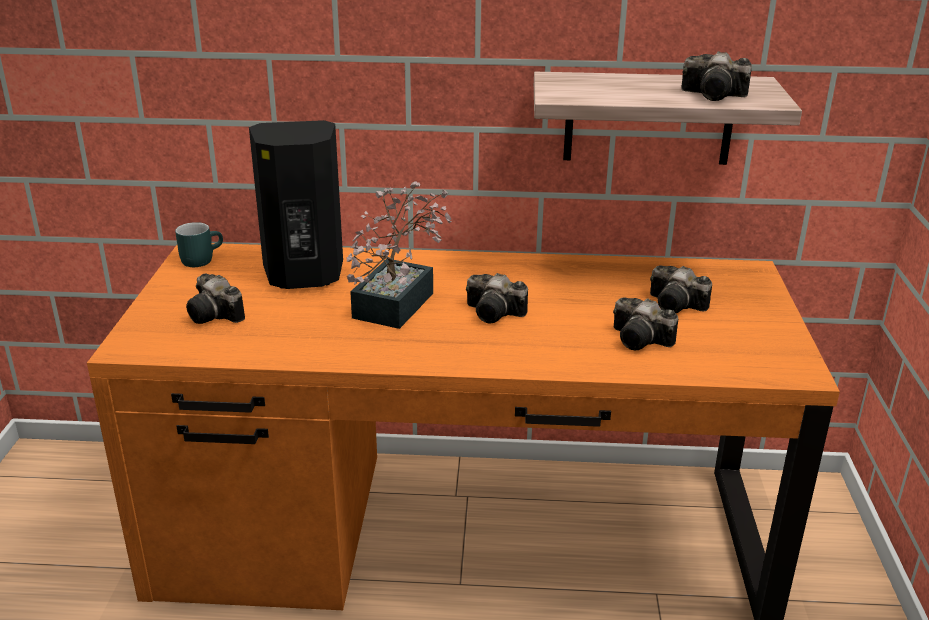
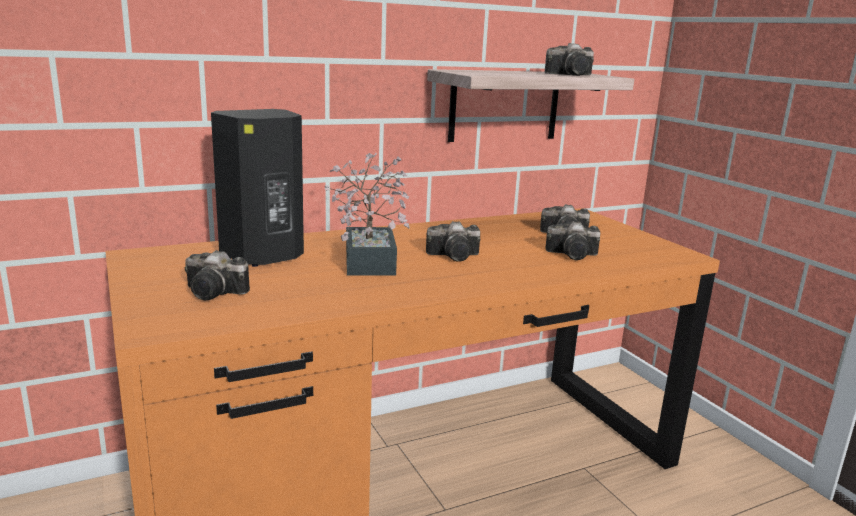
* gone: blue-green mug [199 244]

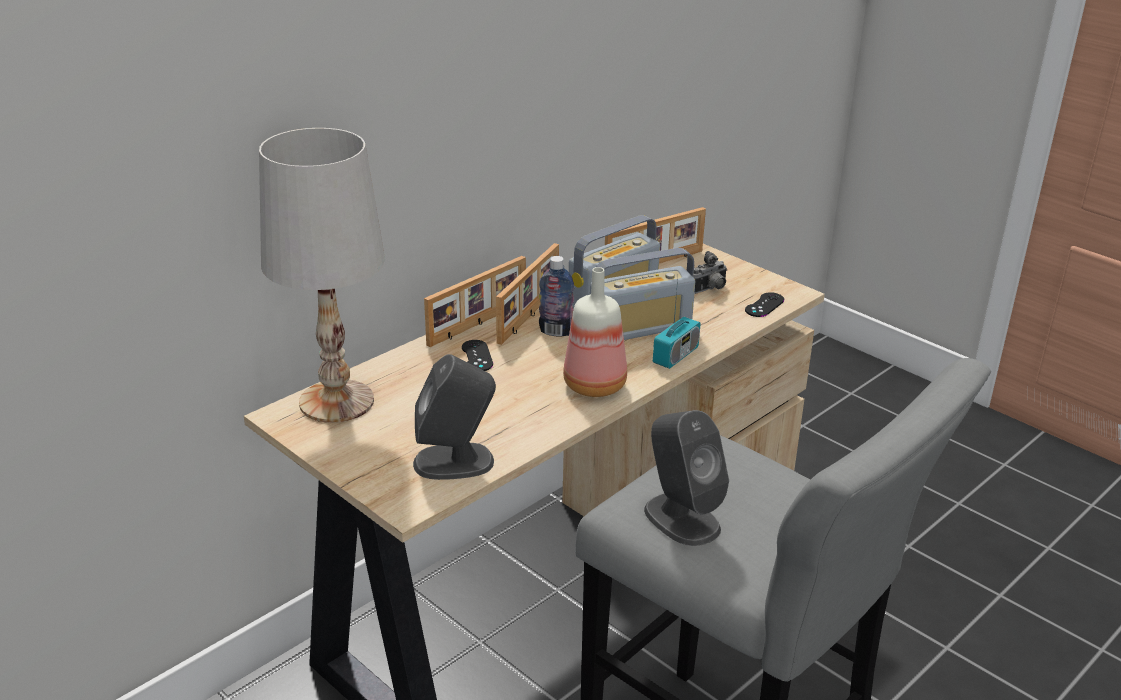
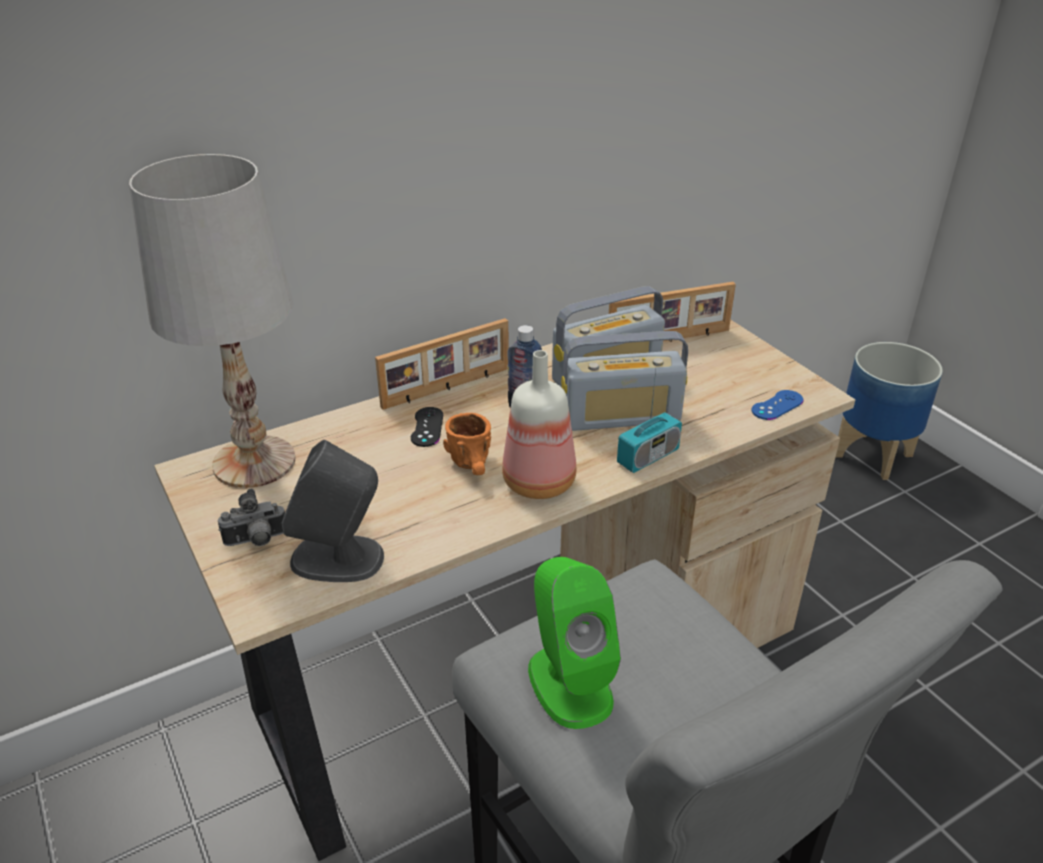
* shifted: still camera [710 272] to [251 517]
* new: orangey mug [467 444]
* repainted: greyish audio speaker [686 478] to greenish audio speaker [574 643]
* repainted: blackish joypad [764 304] to bluish joypad [778 405]
* new: plant pot [889 411]
* gone: picture frame [527 294]

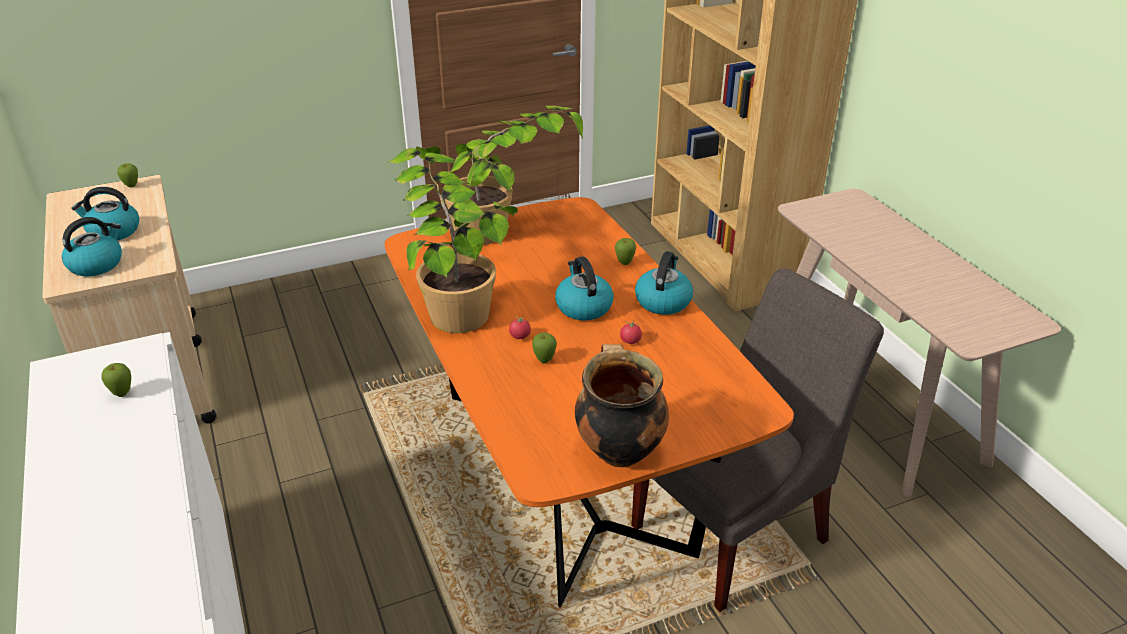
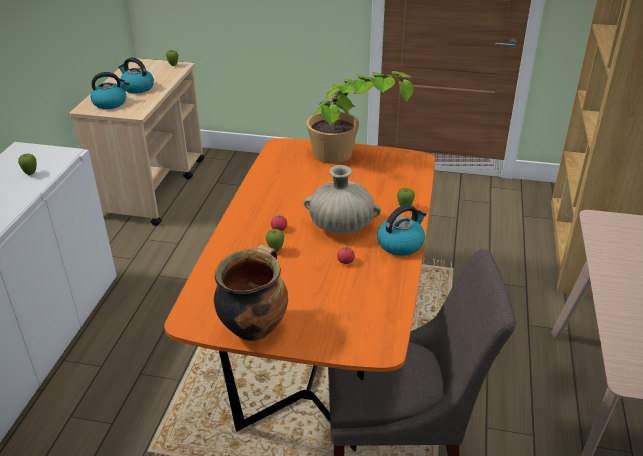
* swapped: kettle [584 289] to beige flower vase [342 199]
* gone: houseplant [452 239]

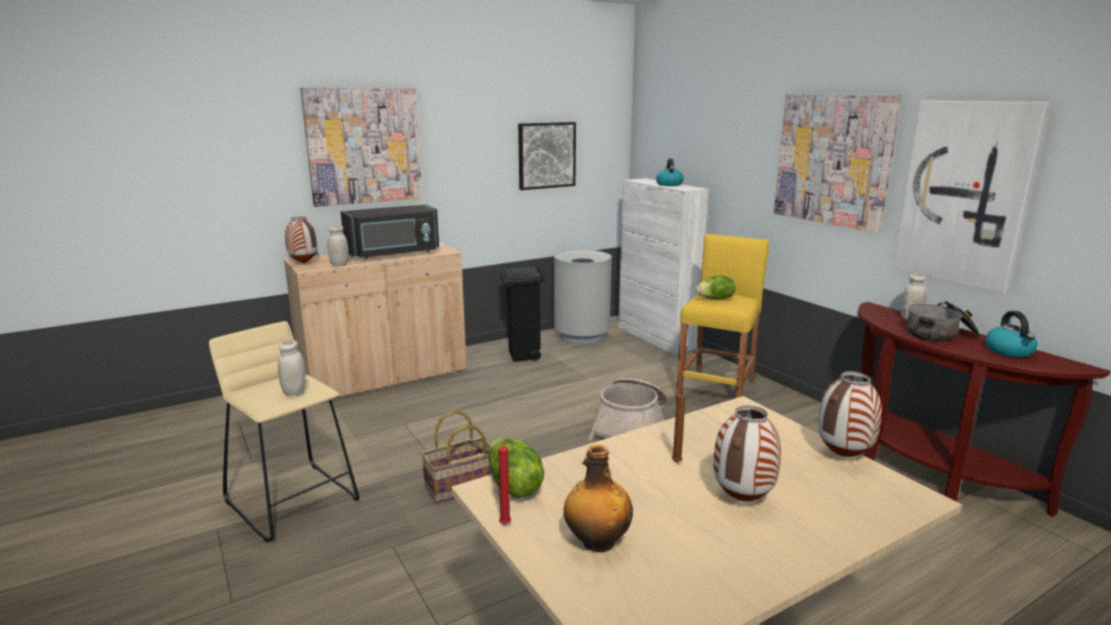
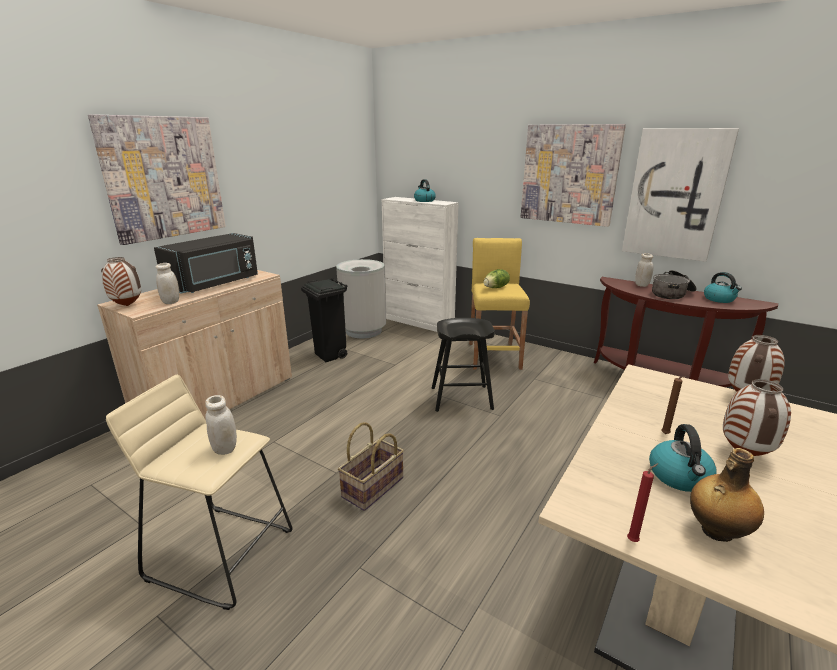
* swapped: basket [627 409] to blackish stool [463 365]
* new: kettle [683 458]
* gone: head of lettuce [516 468]
* gone: picture [547 156]

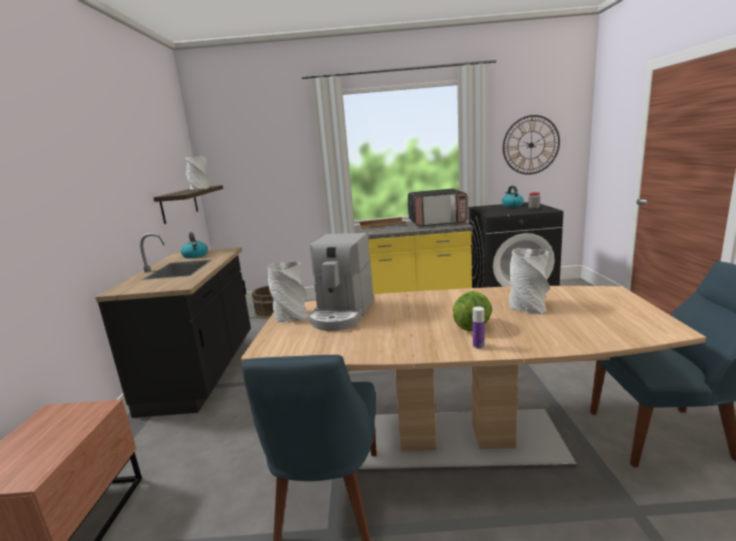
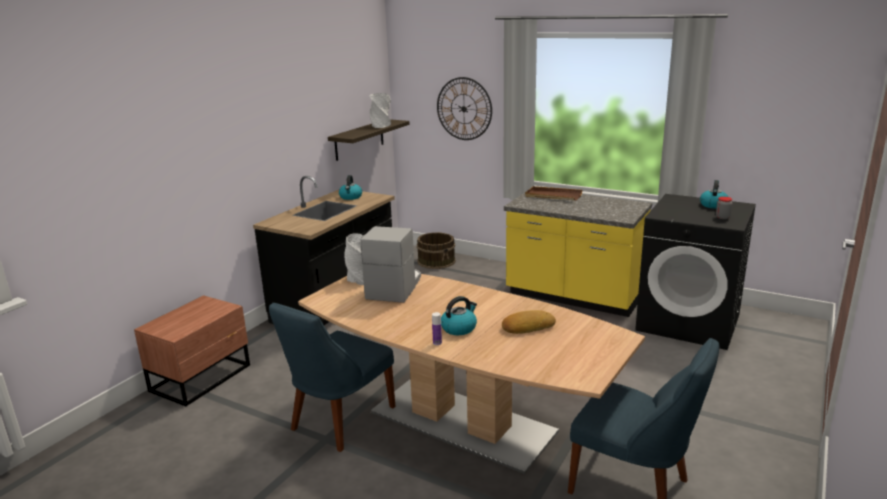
* rotated: coffee brewer [341 282] = [390 264] 150 degrees clockwise
* shifted: hanging clock [531 145] to [464 108]
* swapped: head of lettuce [472 311] to kettle [459 315]
* swapped: greyish flower vase [529 281] to bread [529 322]
* gone: microwave [438 207]

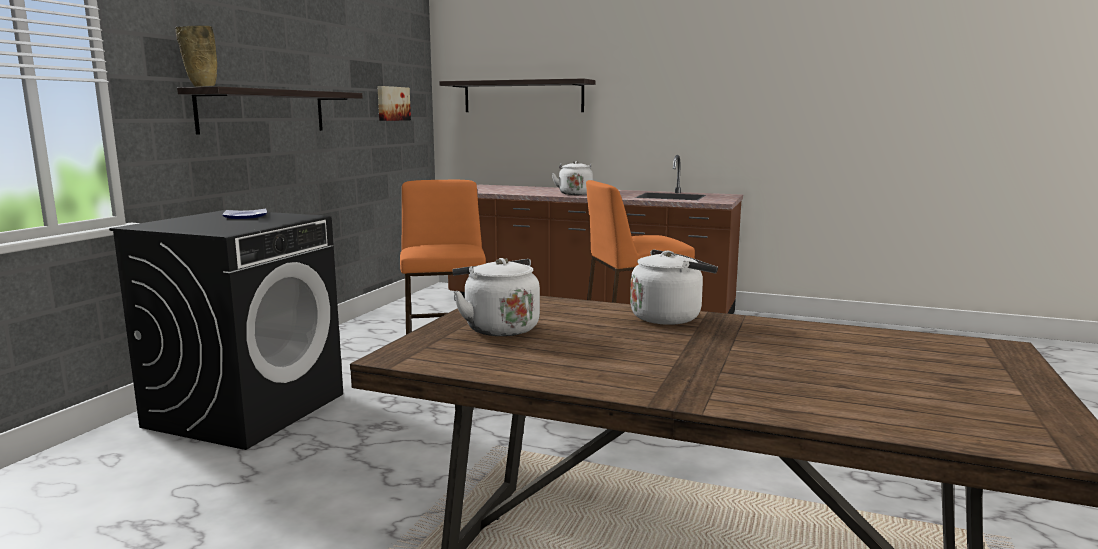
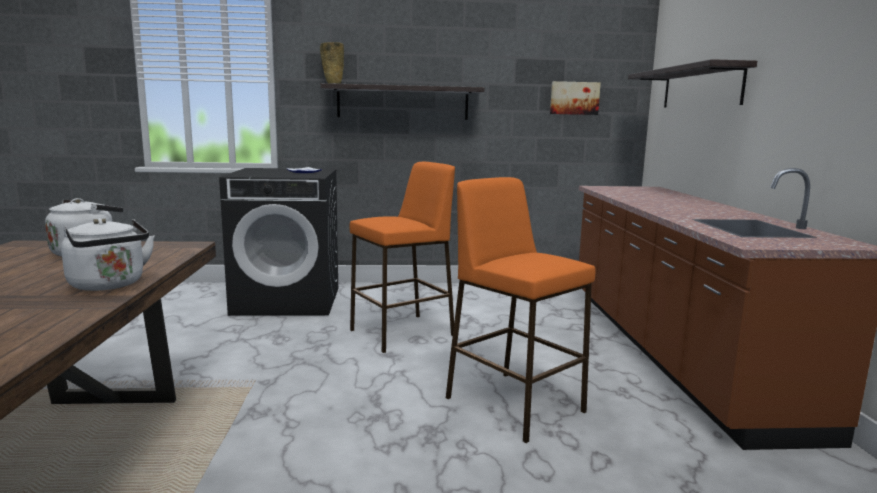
* gone: white-coloured kettle [572 178]

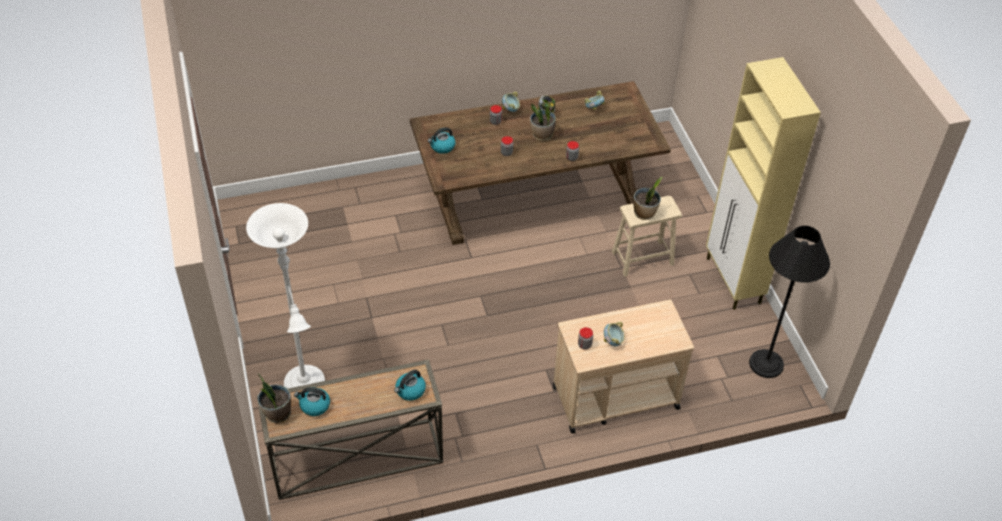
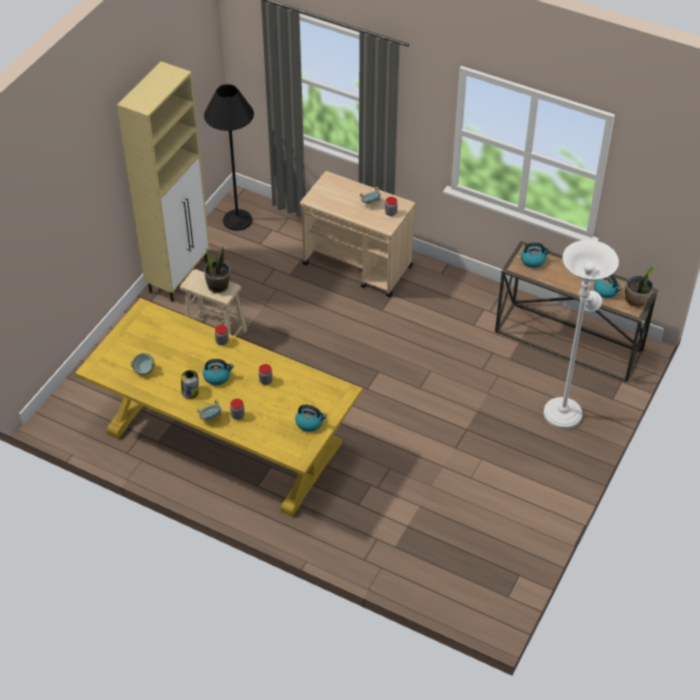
* repainted: brownish dinner table [540 163] to yellow dinner table [219 407]
* swapped: houseplant [543 122] to kettle [218 372]

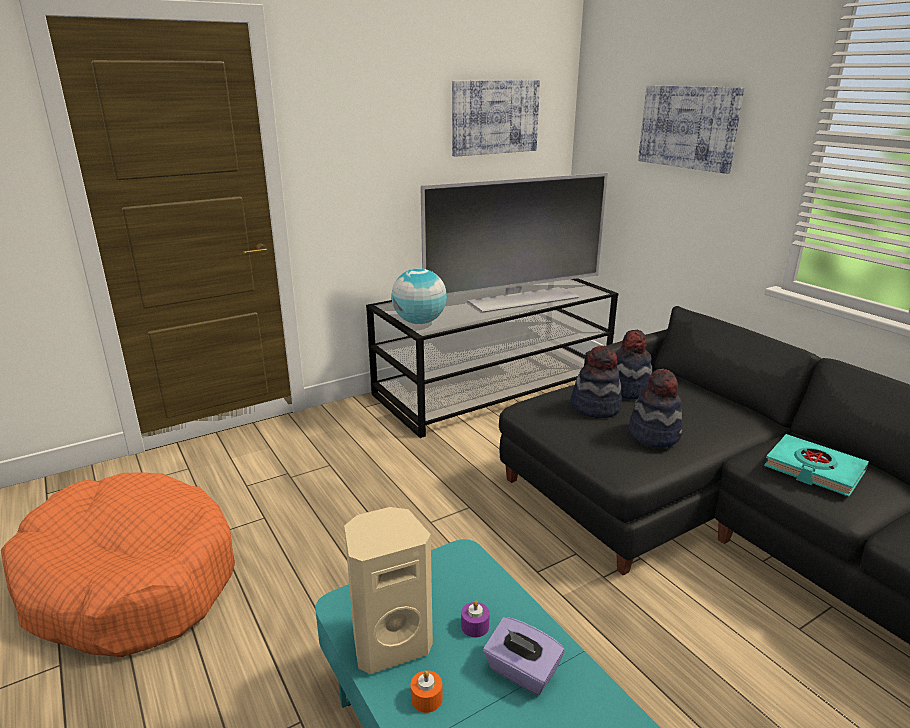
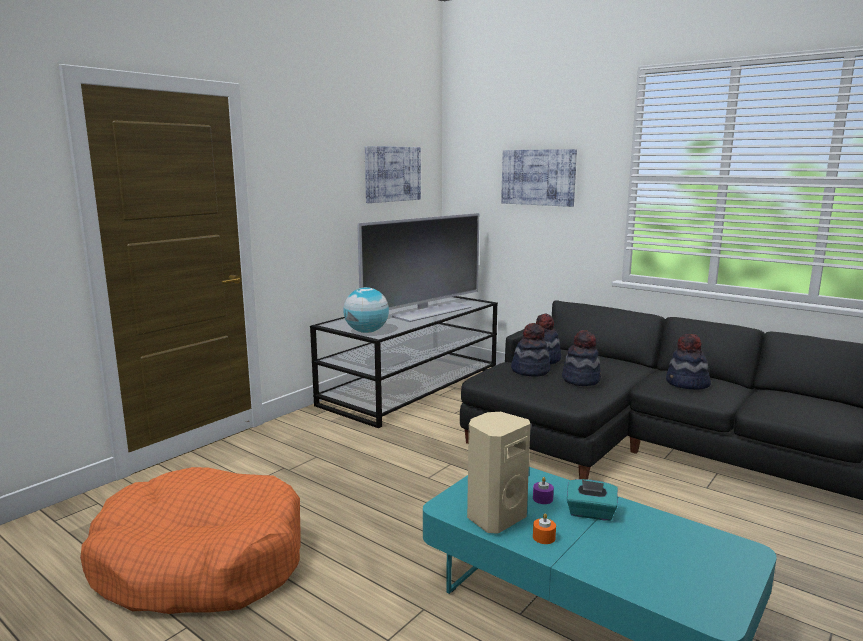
* repainted: purple-coloured tissue holder [523 656] to blue-green tissue holder [592 500]
* swapped: blue-green book [816 465] to clothing hat [688 362]

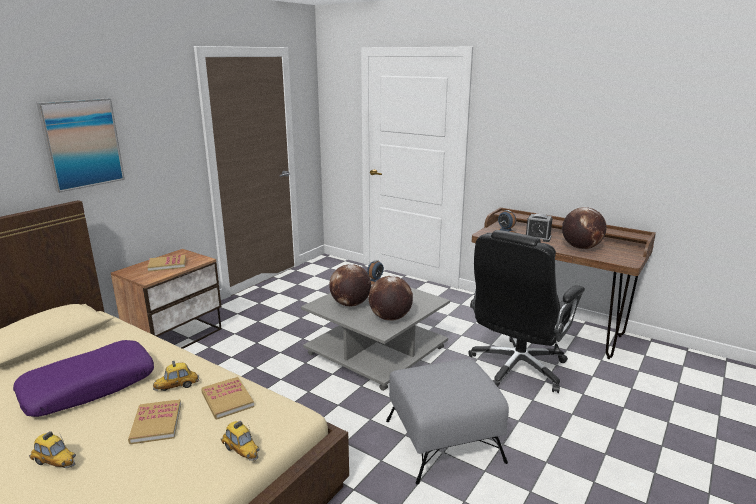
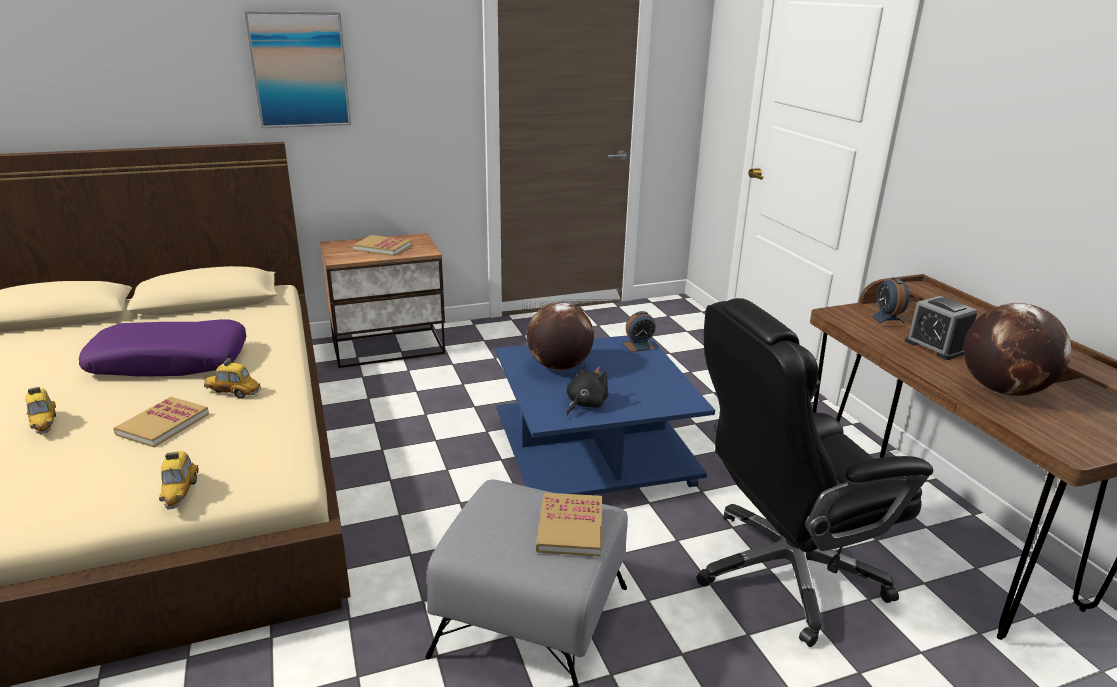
* repainted: greyish coffee table [375 334] to bluish coffee table [605 415]
* shifted: book [227 398] to [569 525]
* swapped: world globe [391 298] to blackish cuddly toy [587 389]

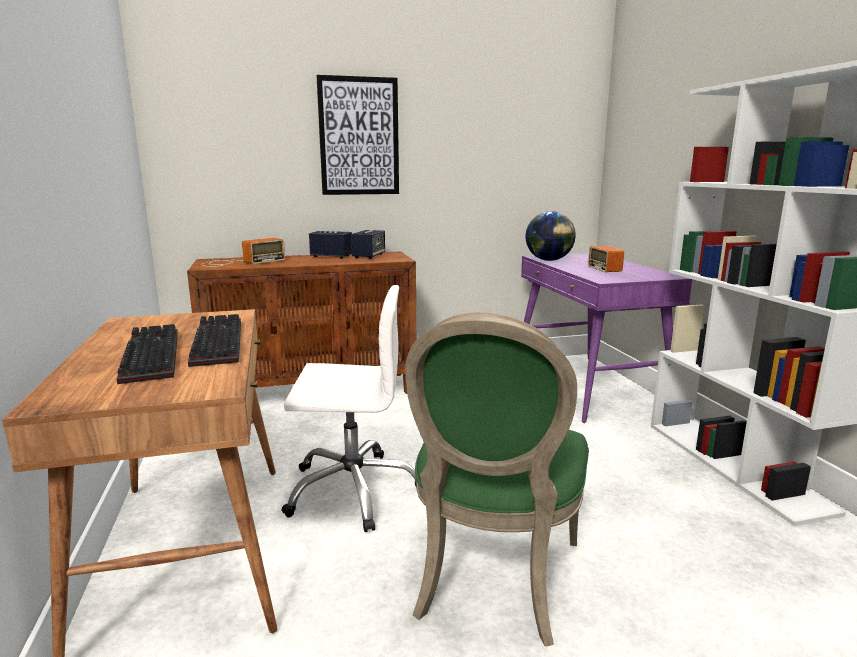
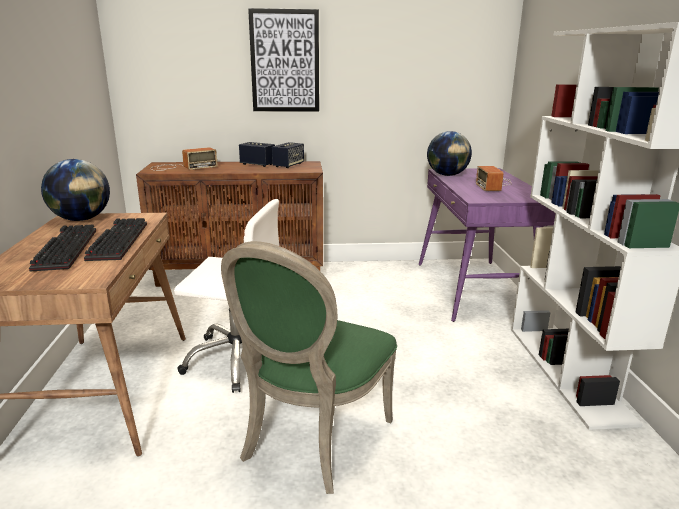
* new: world globe [75 190]

